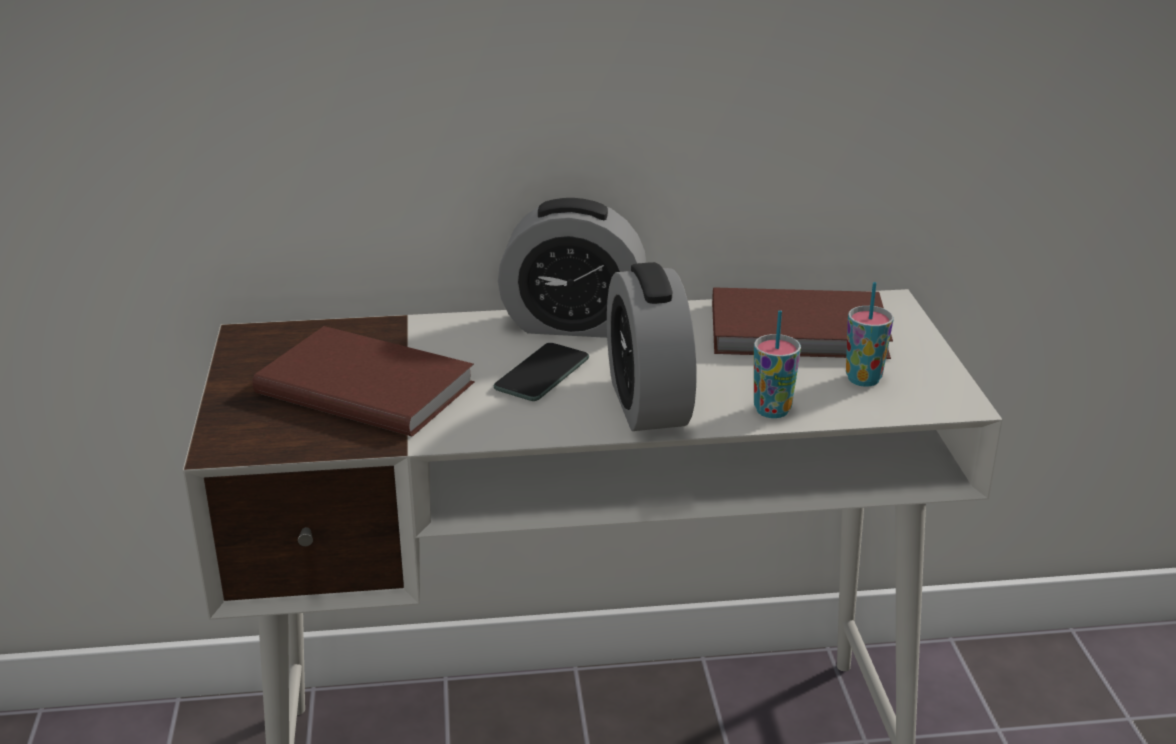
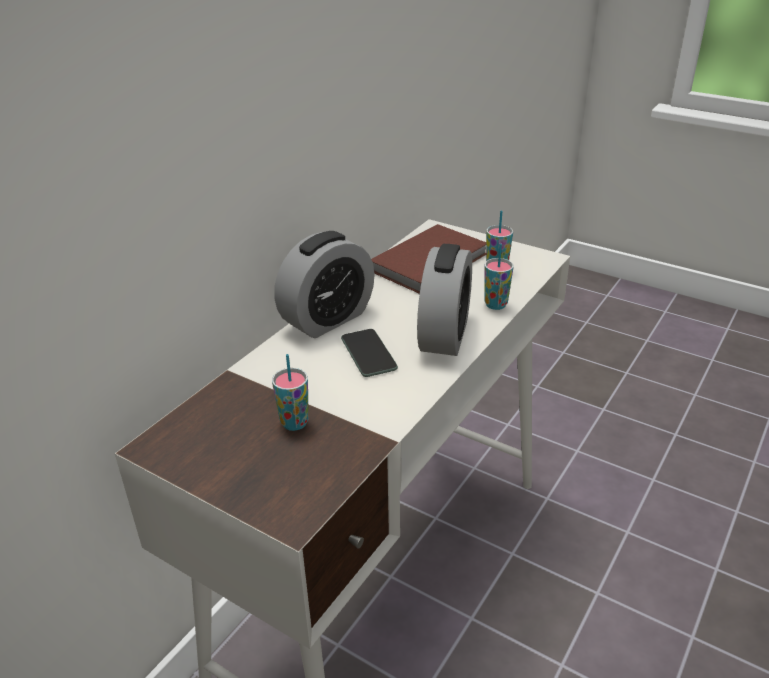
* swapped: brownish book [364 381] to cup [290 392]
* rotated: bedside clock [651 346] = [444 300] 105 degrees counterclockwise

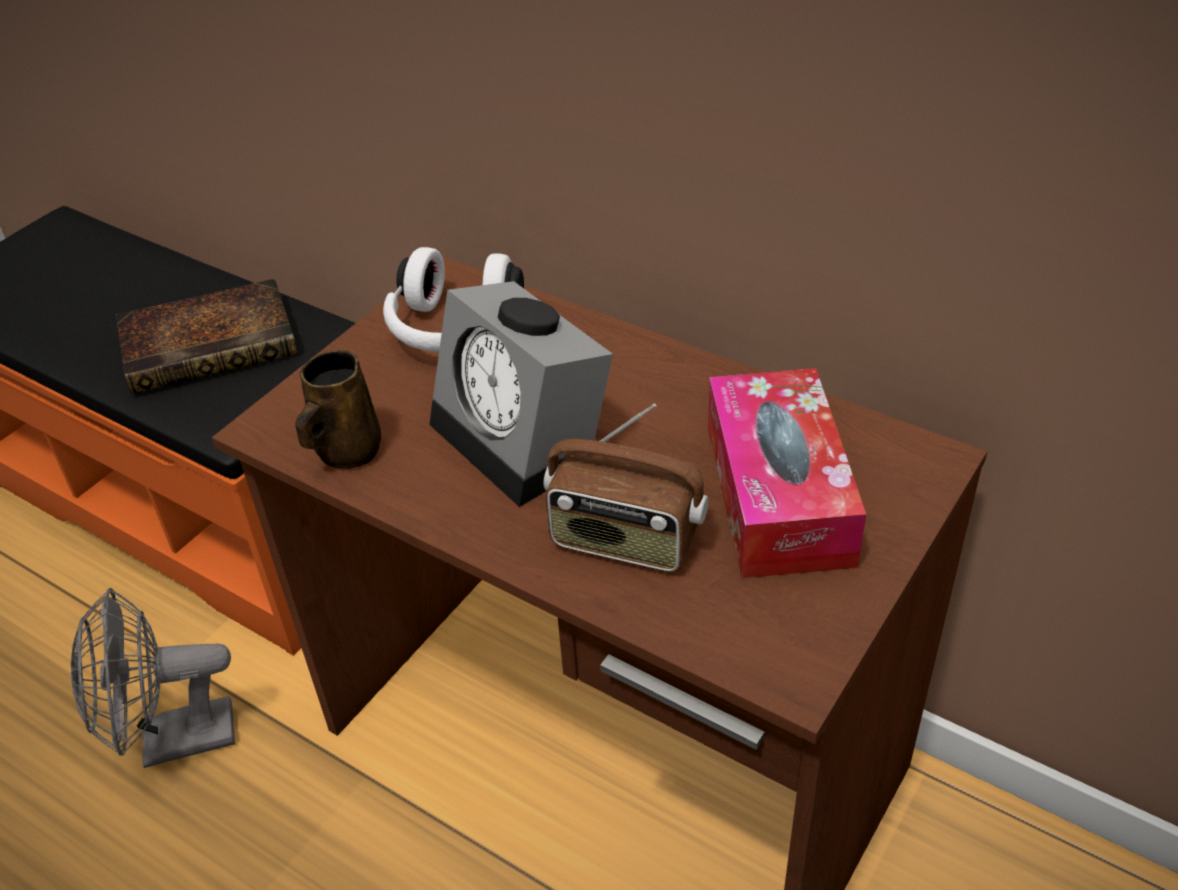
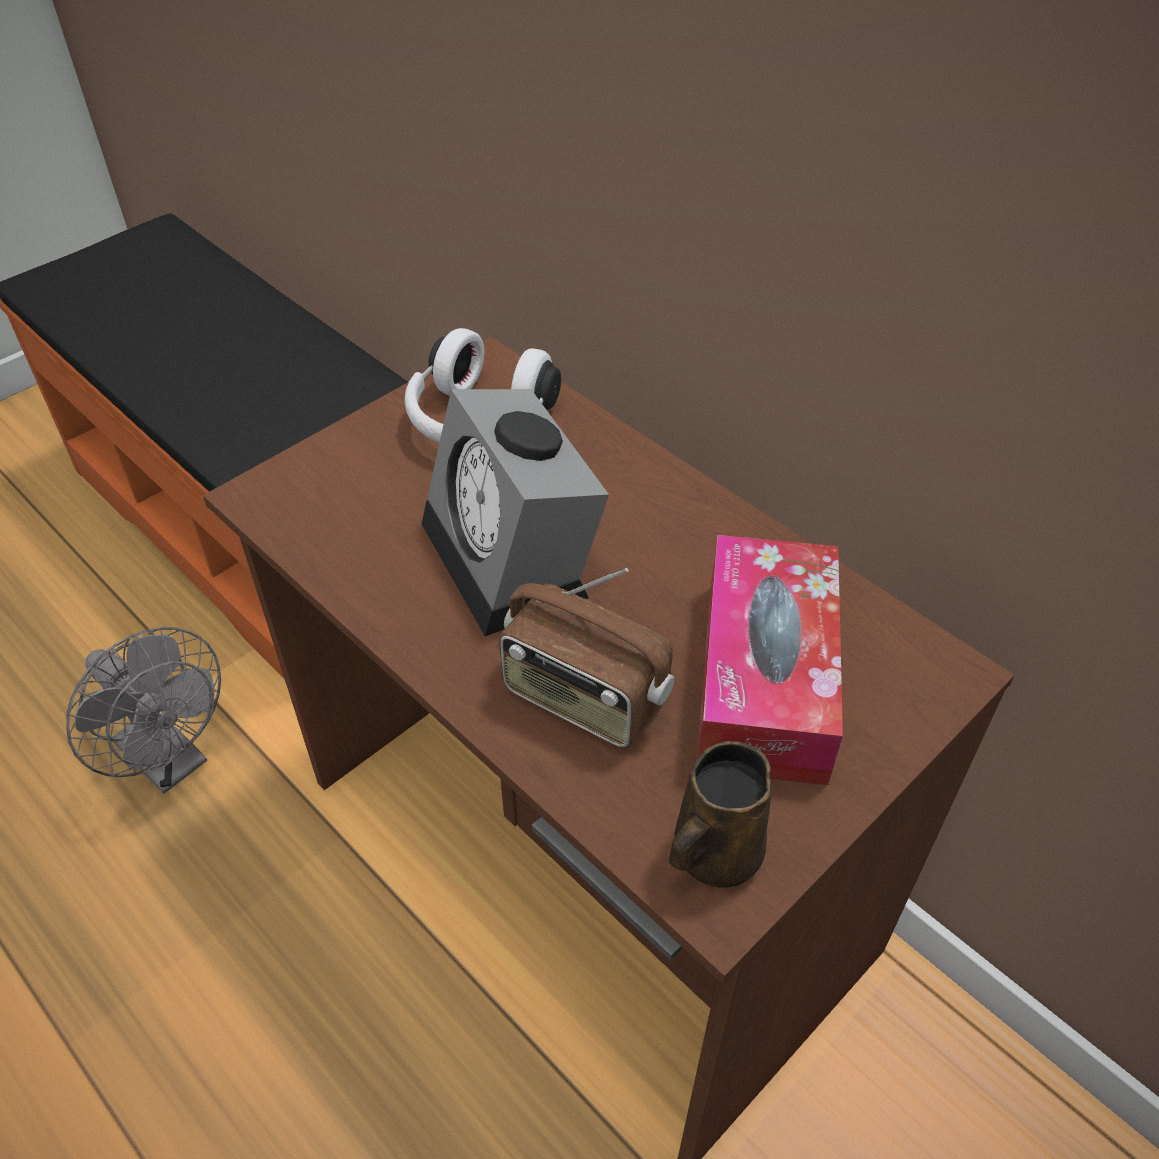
* rotated: greyish fan [153 678] = [143 710] 135 degrees counterclockwise
* shifted: brownish mug [338 409] to [720 814]
* gone: book [207 336]

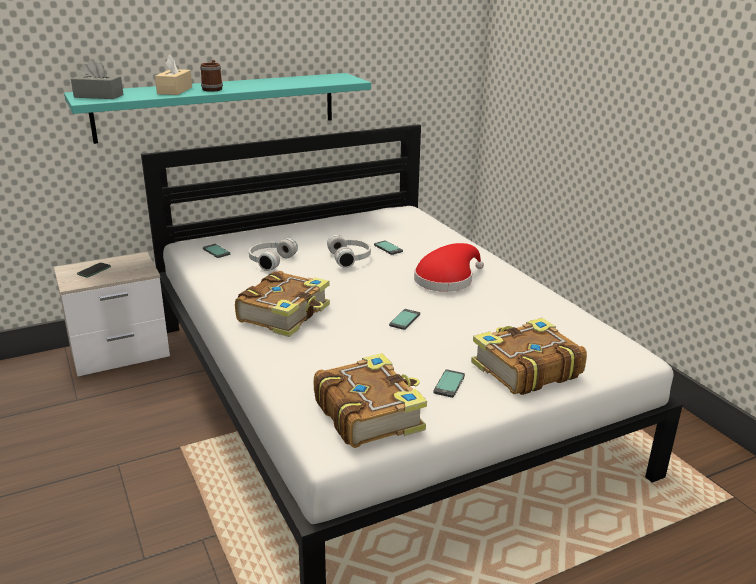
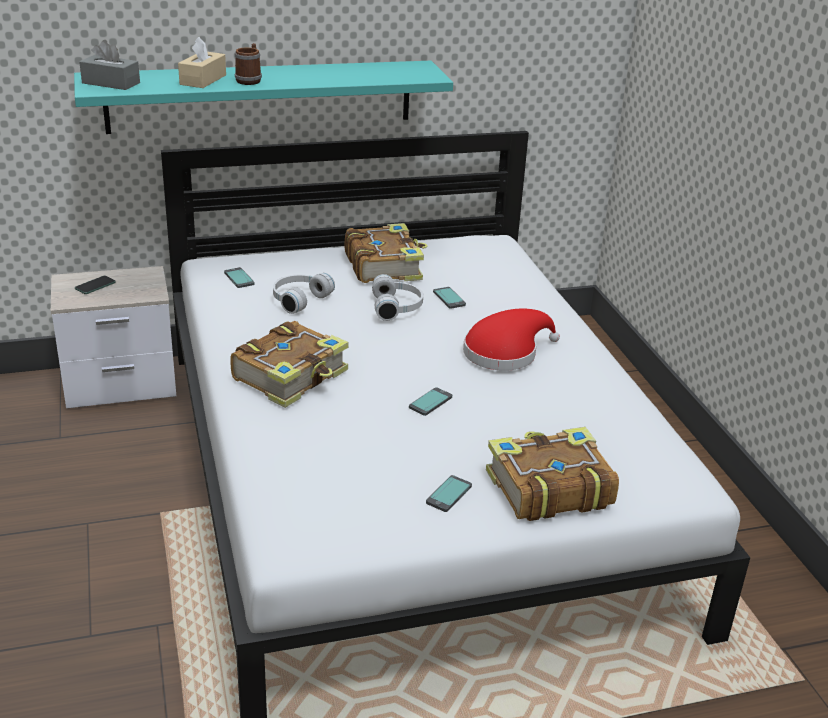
* shifted: book [370 400] to [386 253]

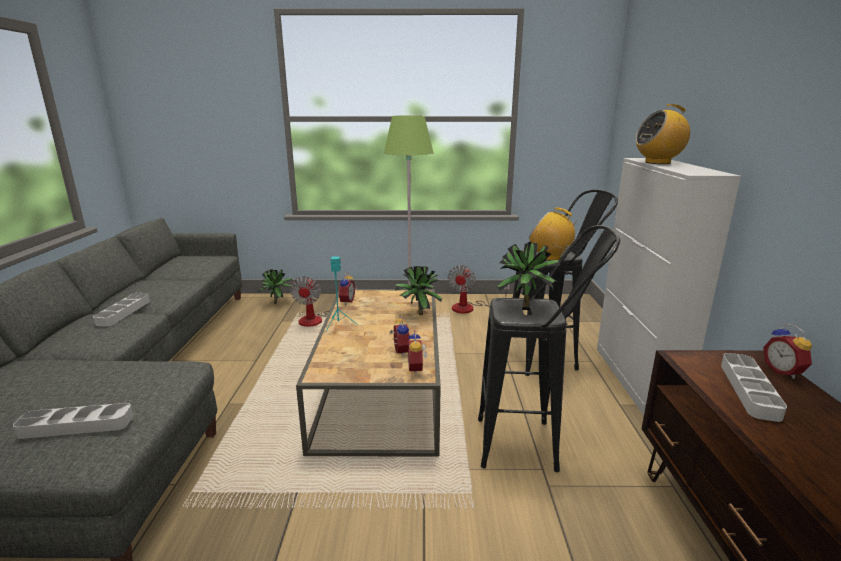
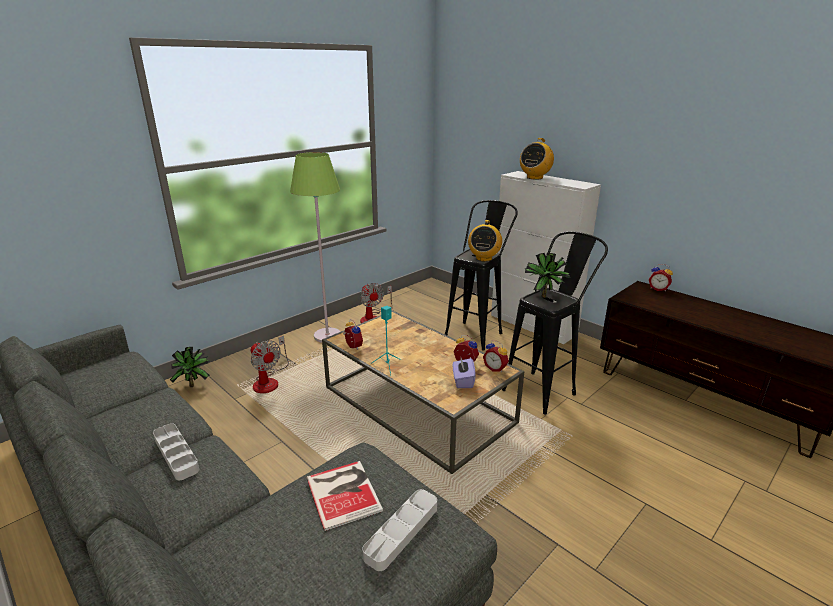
* new: book [345 496]
* new: purple-coloured tissue holder [464 373]
* rotated: radio [555 234] = [485 240] 60 degrees counterclockwise
* gone: houseplant [419 290]
* gone: greyish carrying tray [754 387]

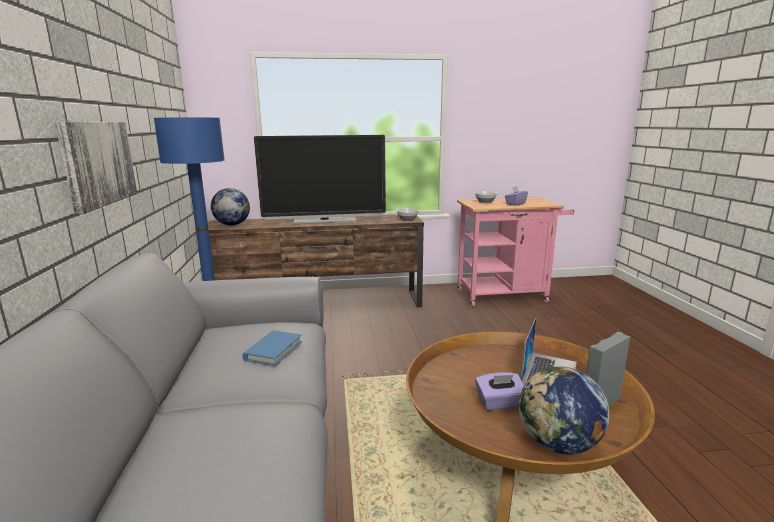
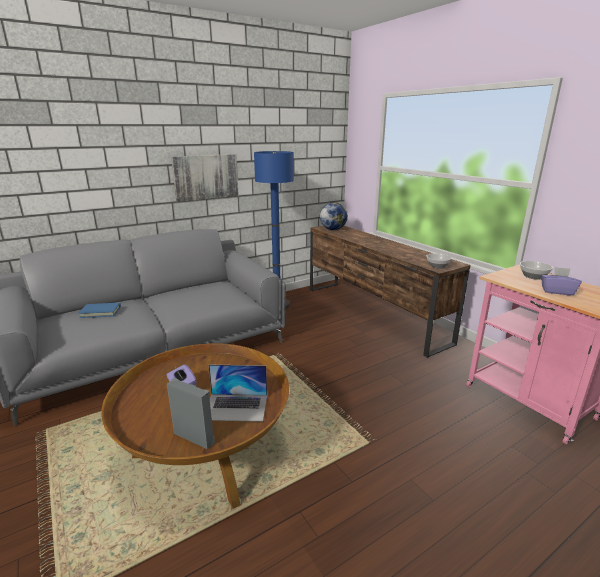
* shifted: bluish book [272 348] to [99 310]
* gone: television [320 179]
* gone: world globe [564 410]

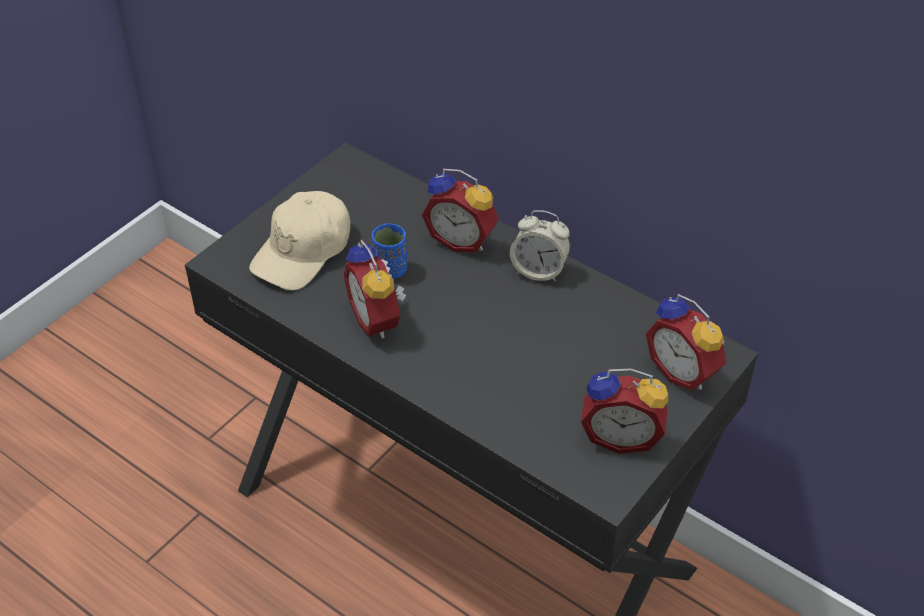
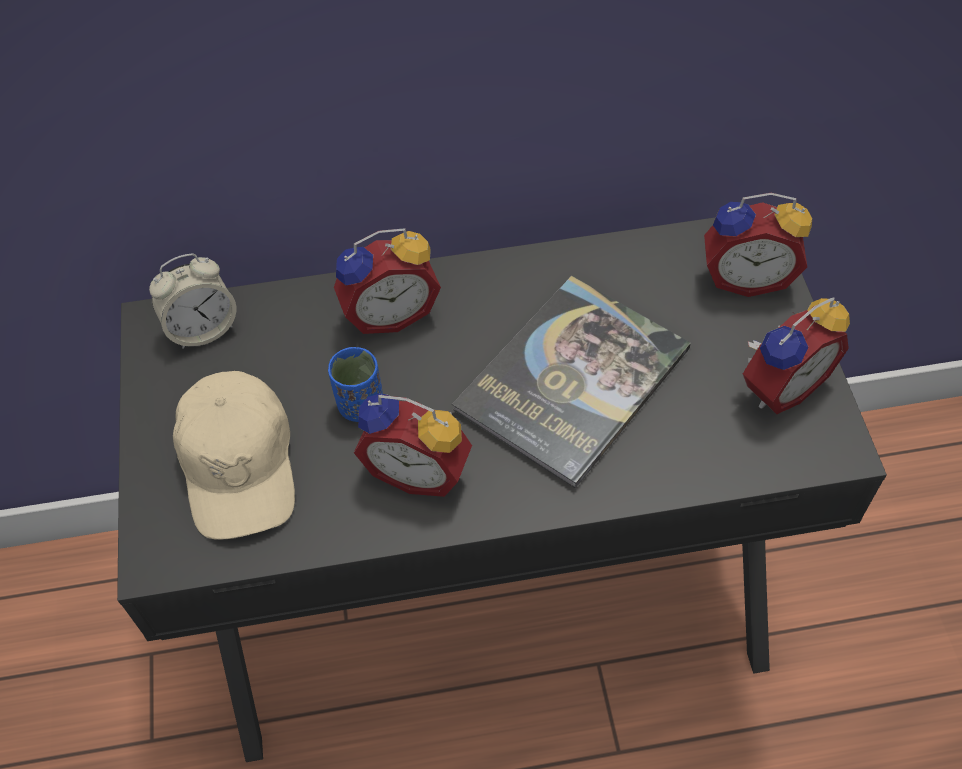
* shifted: bedside clock [540 246] to [192 301]
* new: book [571 382]

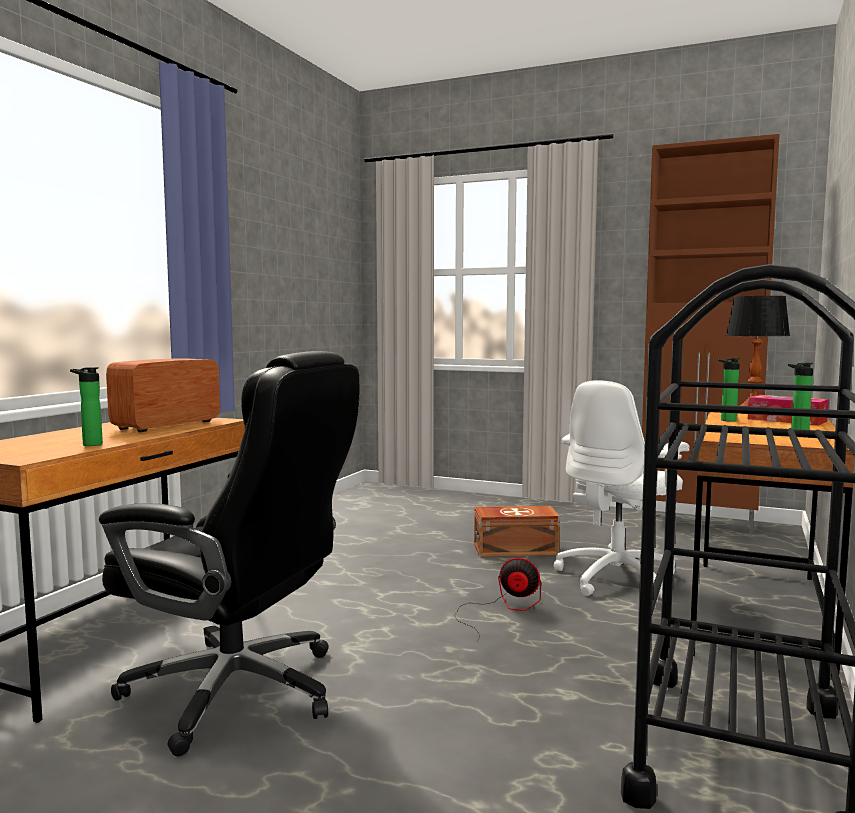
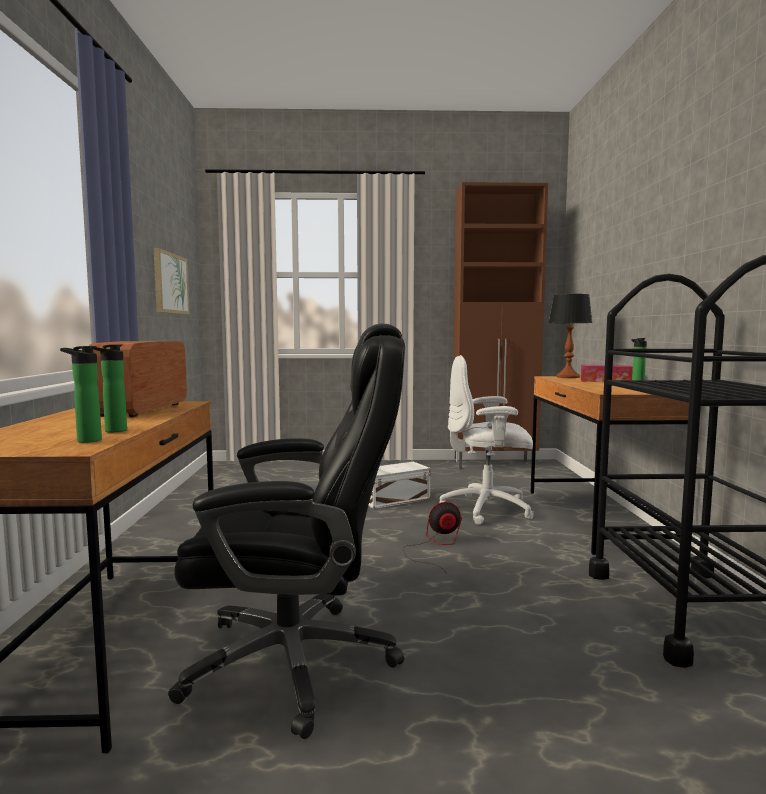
* shifted: bottle [729 390] to [81 394]
* new: picture [171 281]
* repainted: brownish storage box [517 531] to white-coloured storage box [399 485]
* rotated: white-coloured desk chair [622 489] = [486 440] 75 degrees clockwise

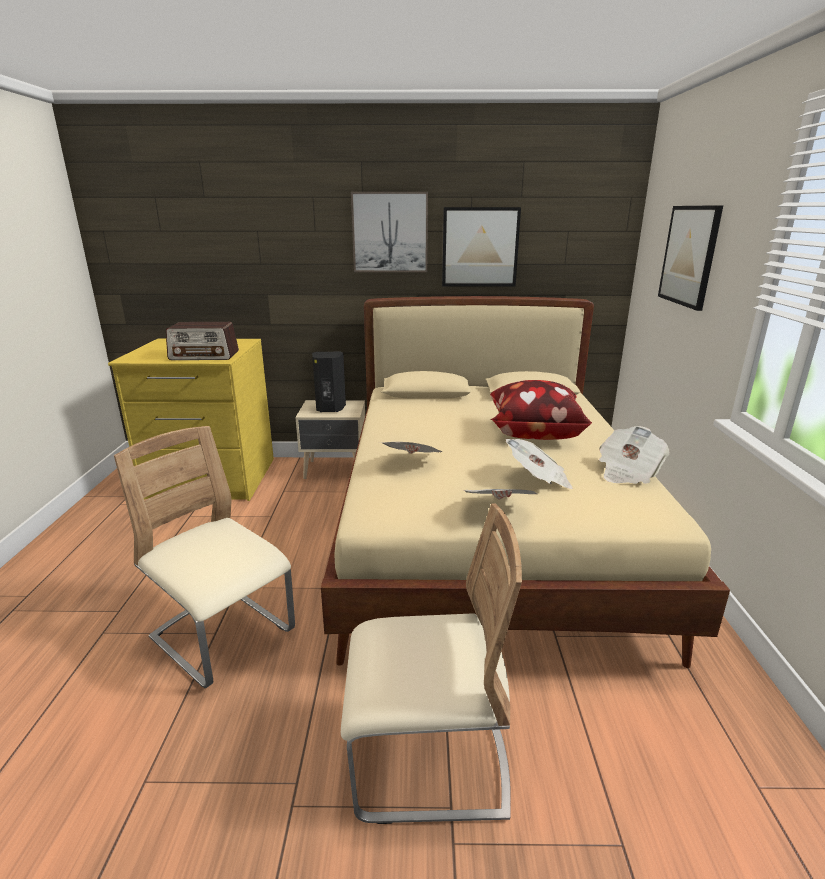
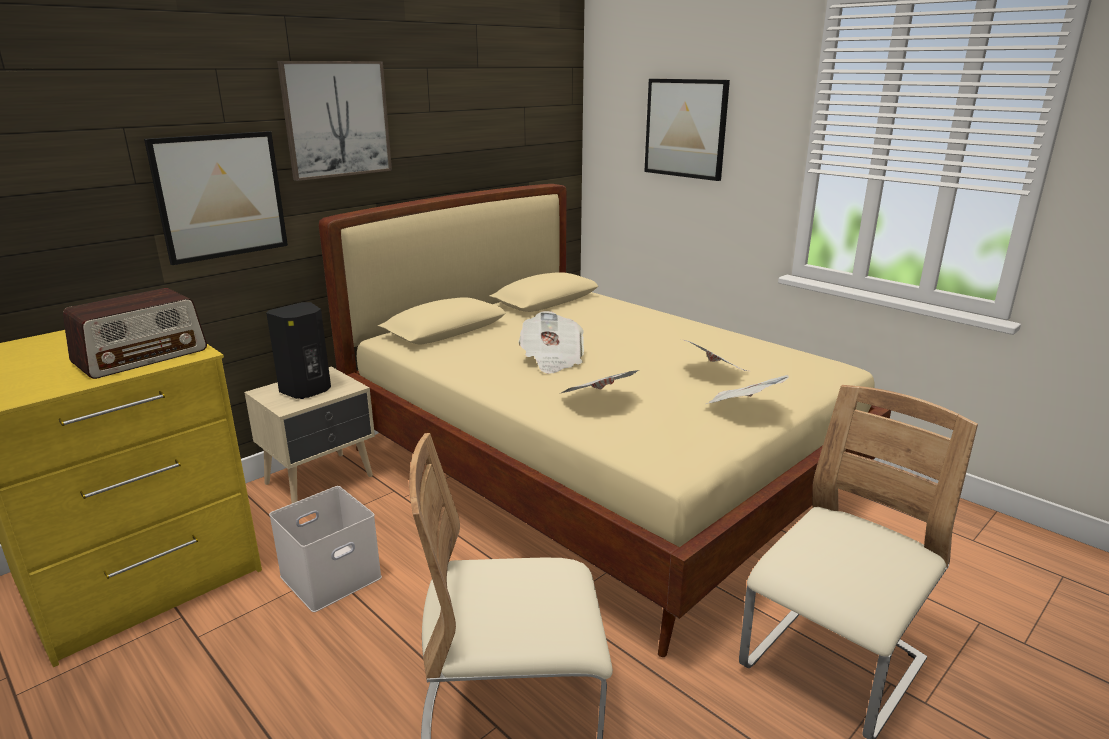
* shifted: picture [481 246] to [216 198]
* new: white-coloured storage box [325 549]
* shifted: newspaper [634 455] to [551 342]
* gone: throw pillow [541 410]

